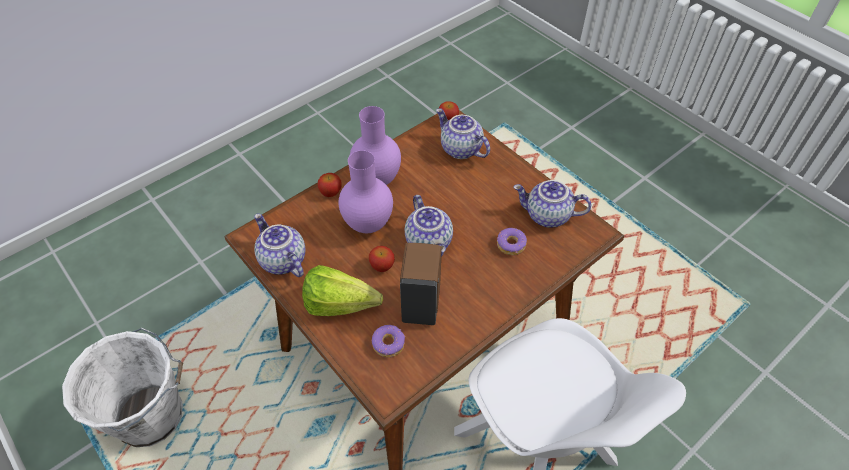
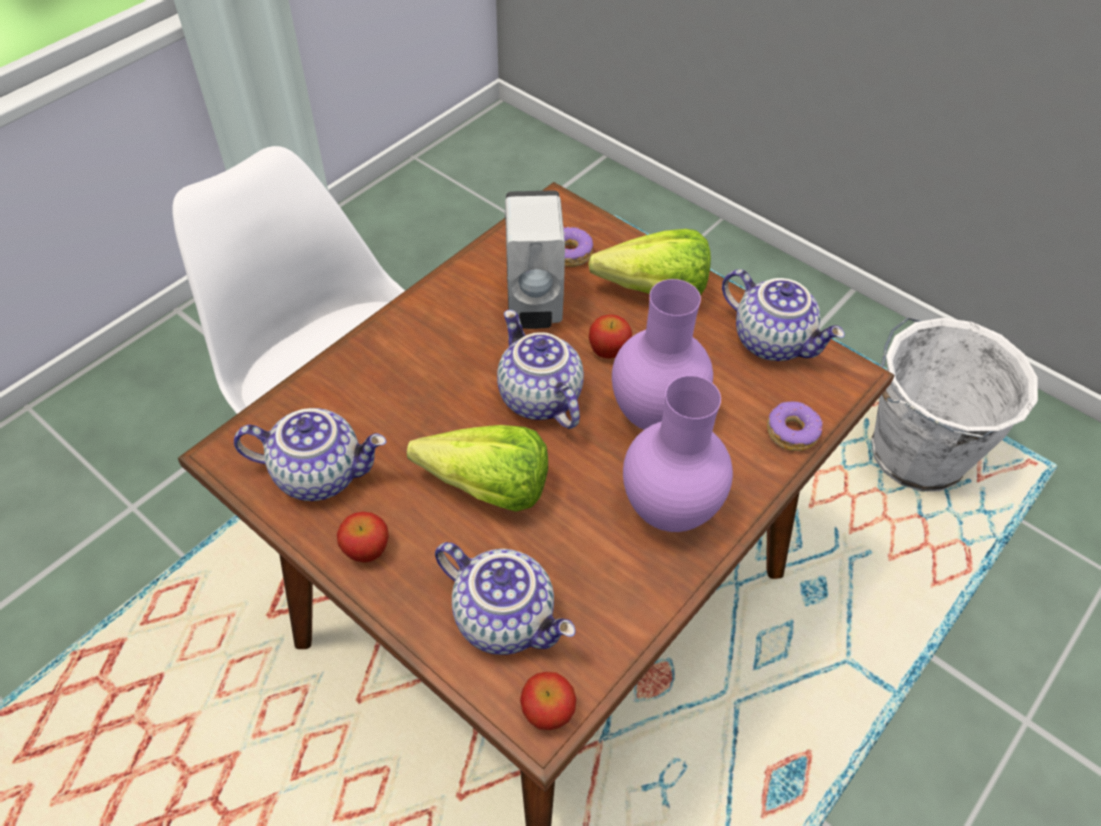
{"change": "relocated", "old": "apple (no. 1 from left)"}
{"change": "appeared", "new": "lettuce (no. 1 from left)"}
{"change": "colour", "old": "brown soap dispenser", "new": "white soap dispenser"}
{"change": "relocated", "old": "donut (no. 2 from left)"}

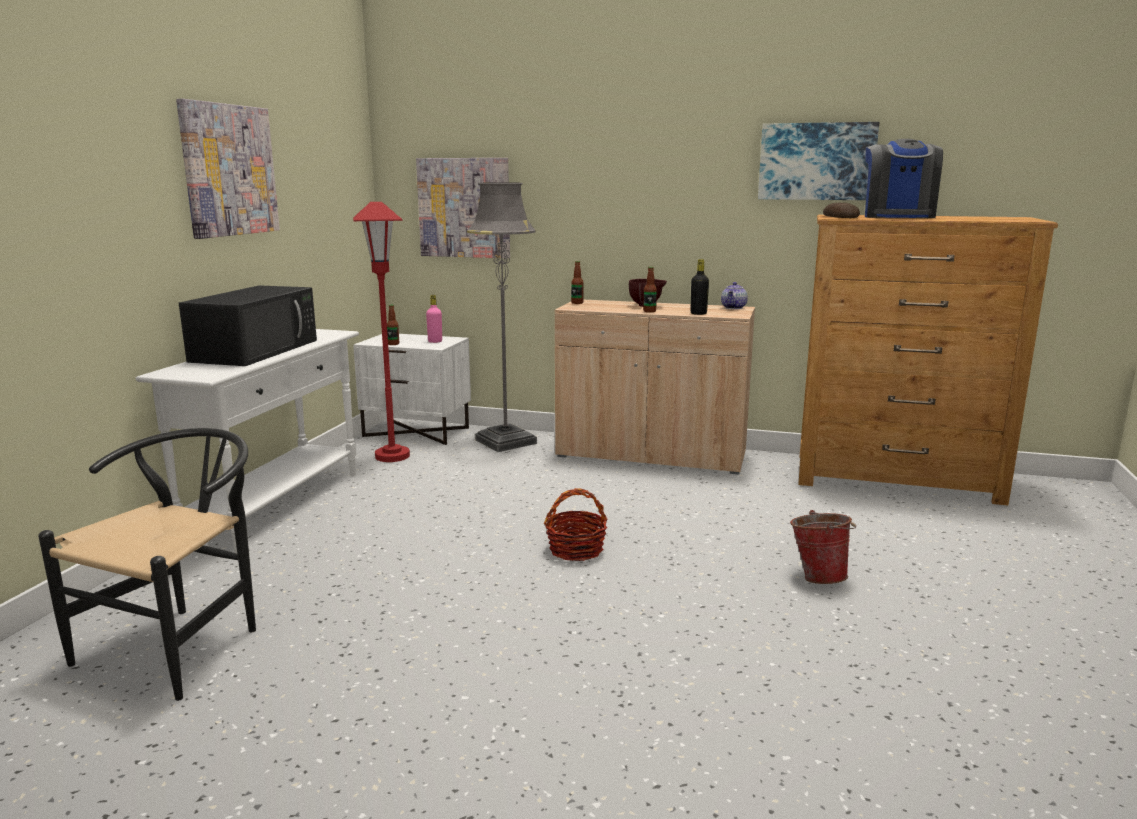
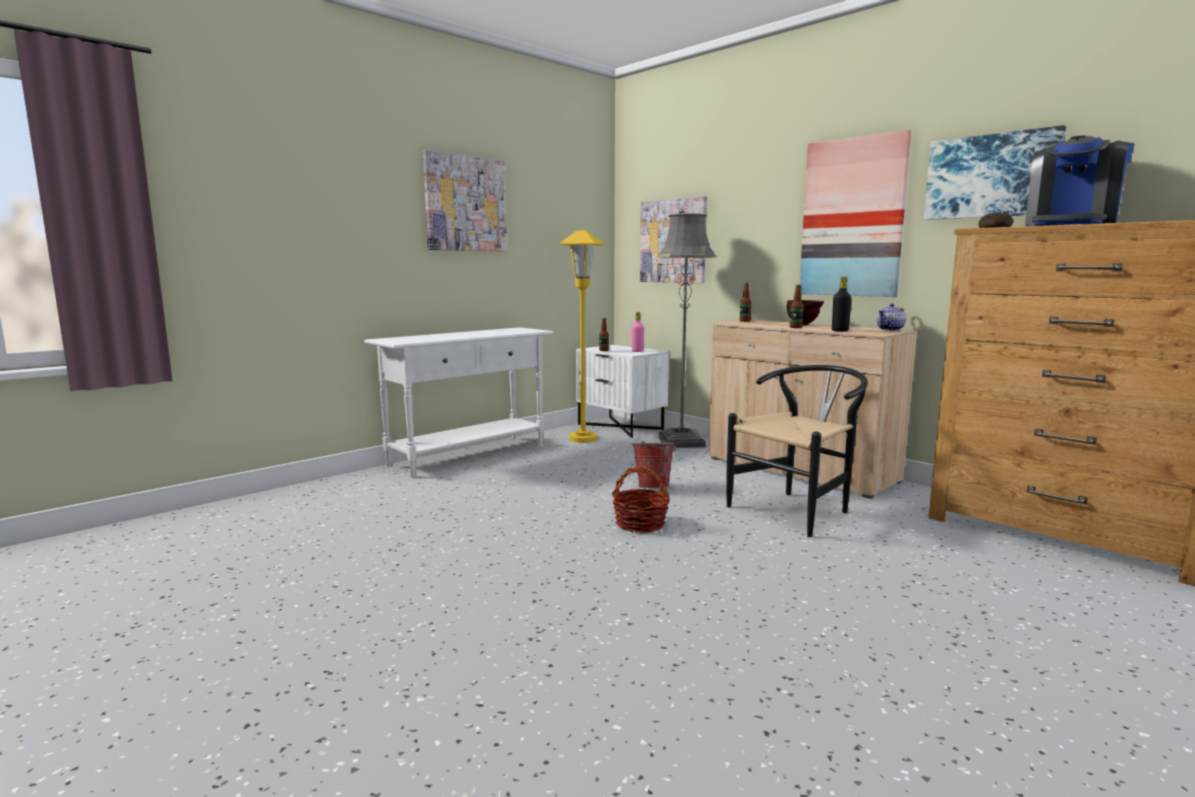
{"change": "colour", "old": "red floor lamp", "new": "yellow floor lamp"}
{"change": "relocated", "old": "bucket"}
{"change": "relocated", "old": "black chair"}
{"change": "appeared", "new": "picture (no. 3 from left)"}
{"change": "missing", "old": "black microwave"}

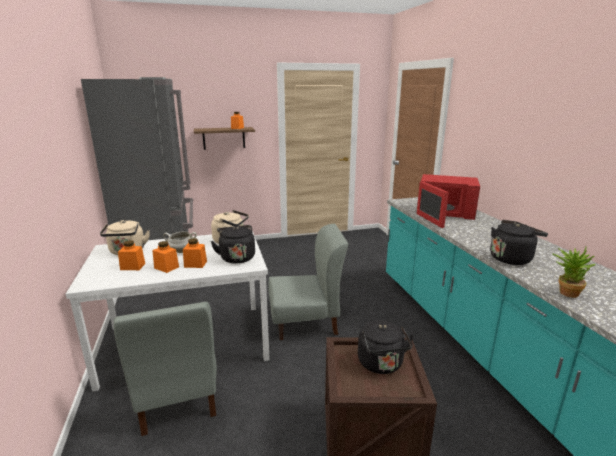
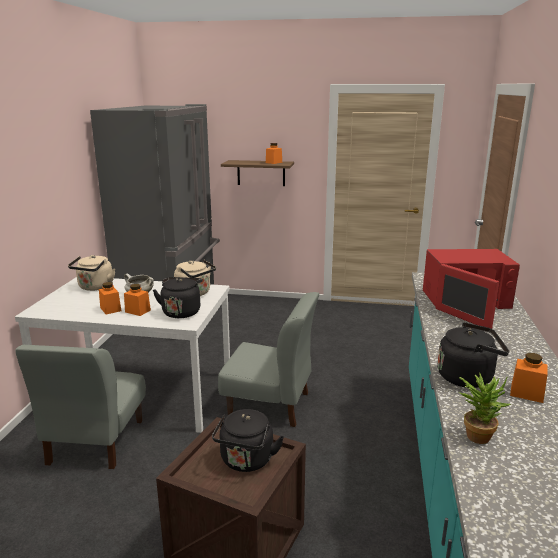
{"change": "spun", "old": "red microwave", "degrees": -45}
{"change": "relocated", "old": "orange jar (no. 1 from left in the first image)", "new": "orange jar (no. 4 from left)"}

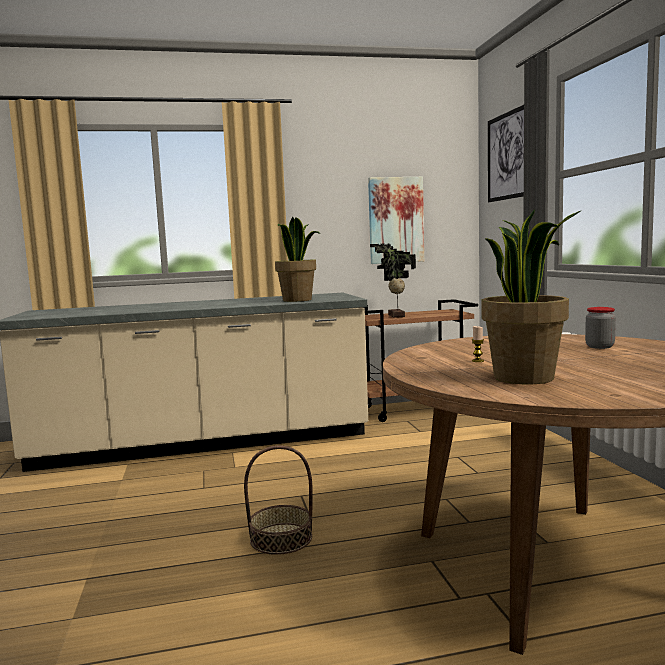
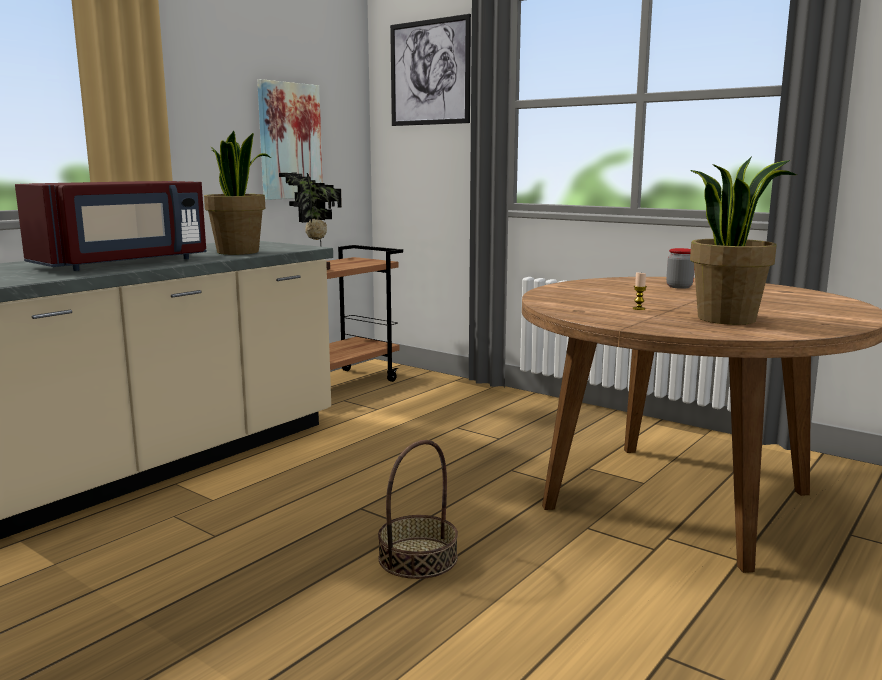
{"change": "appeared", "new": "red microwave"}

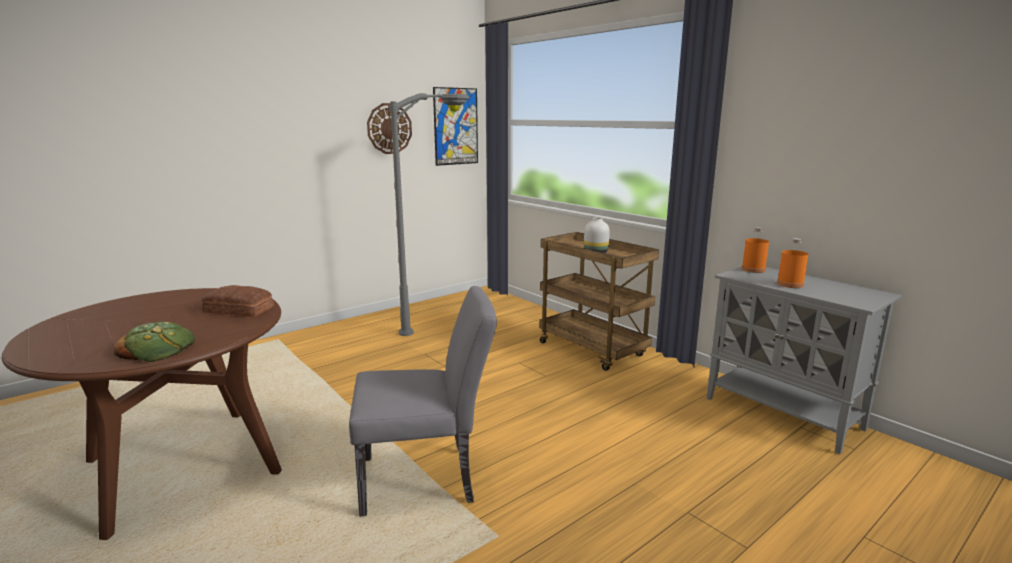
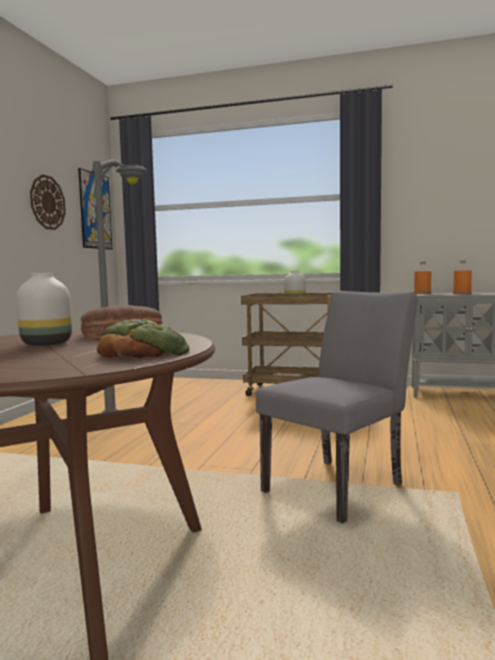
{"change": "appeared", "new": "white vase (no. 1 from left)"}

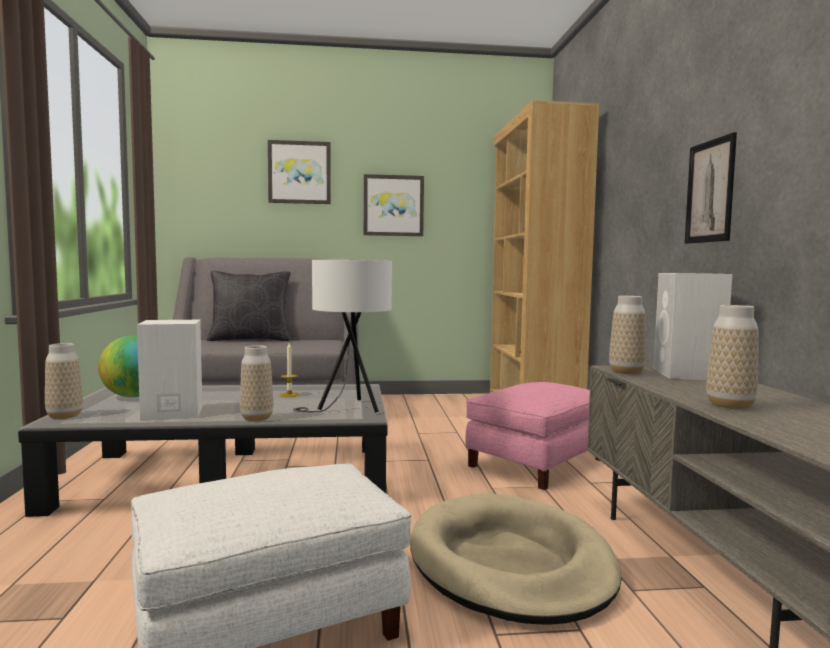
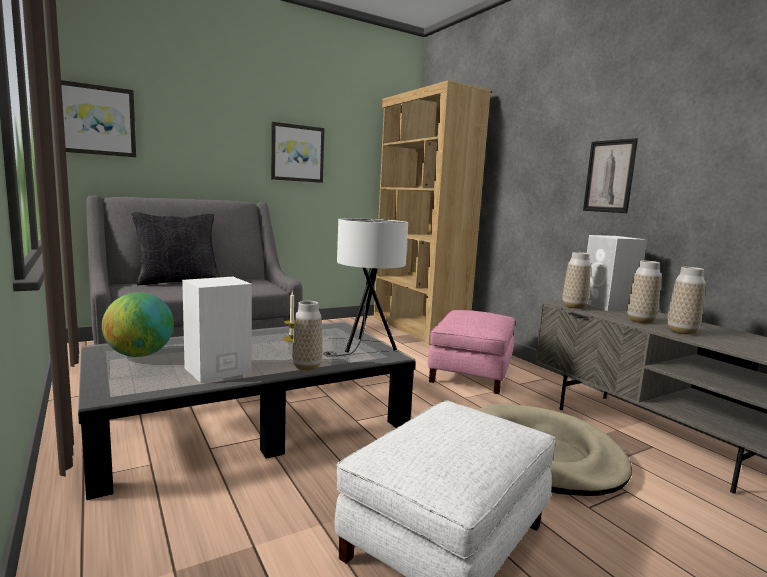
{"change": "relocated", "old": "picture (no. 1 from left)"}
{"change": "relocated", "old": "vase (no. 1 from left in the first image)", "new": "vase (no. 3 from left)"}

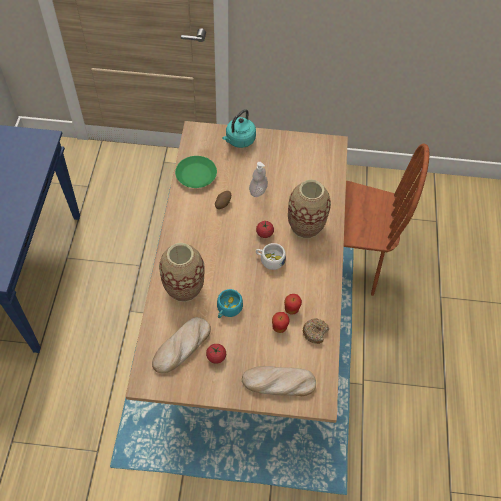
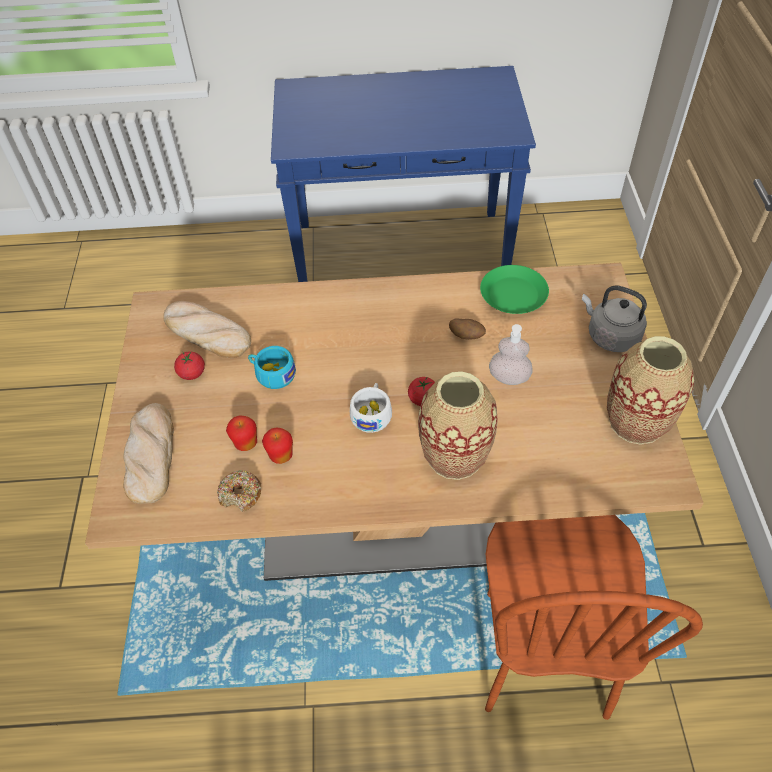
{"change": "colour", "old": "turquoise kettle", "new": "grey kettle"}
{"change": "relocated", "old": "vase (no. 1 from left in the first image)", "new": "vase (no. 2 from left)"}

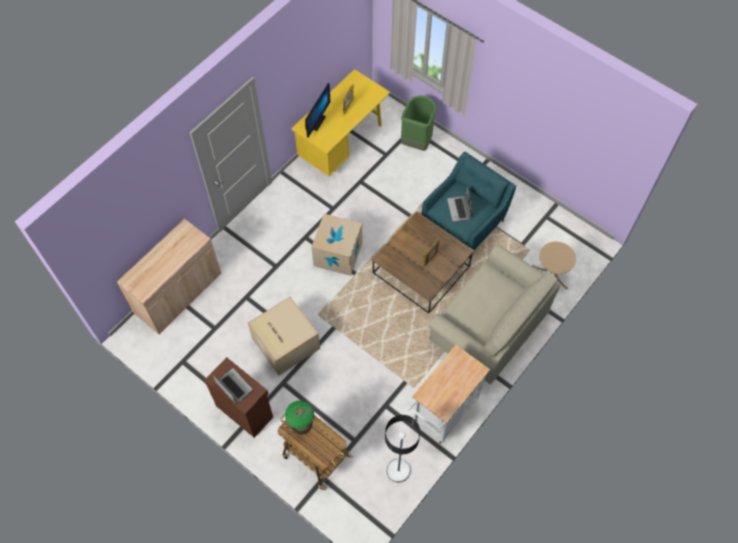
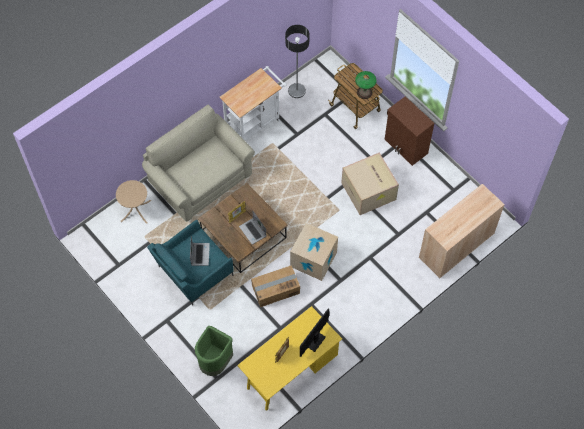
{"change": "relocated", "old": "laptop (no. 1 from left in the first image)", "new": "laptop (no. 2 from left)"}
{"change": "appeared", "new": "cardboard box (no. 1 from left)"}

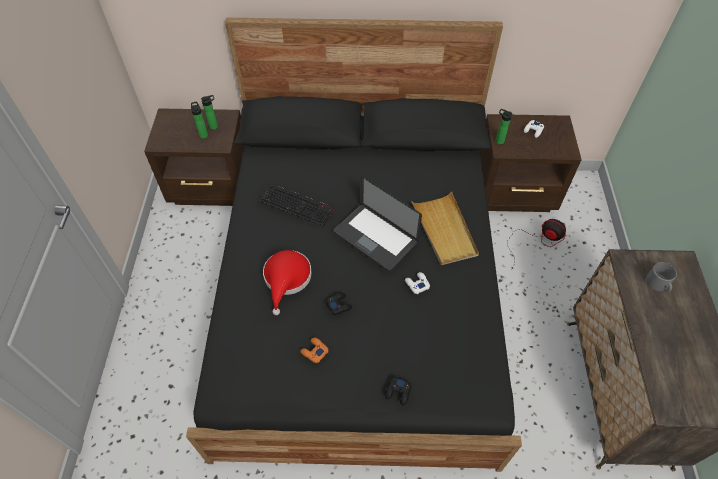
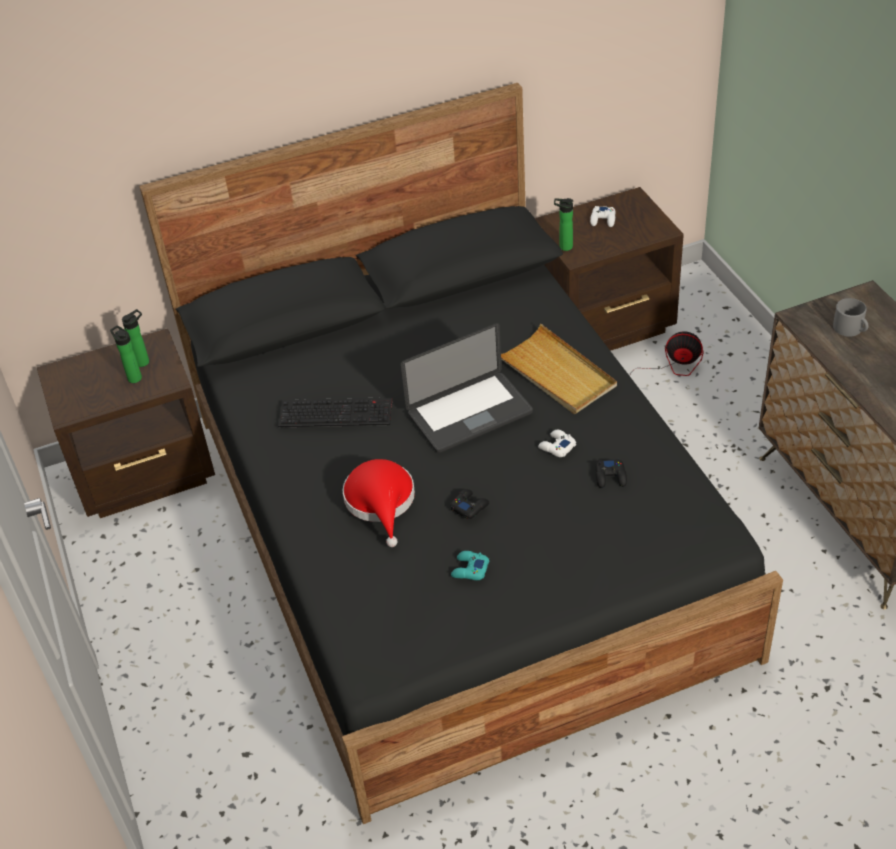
{"change": "spun", "old": "laptop", "degrees": -45}
{"change": "colour", "old": "orange game controller", "new": "turquoise game controller"}
{"change": "relocated", "old": "black game controller (no. 2 from left)"}

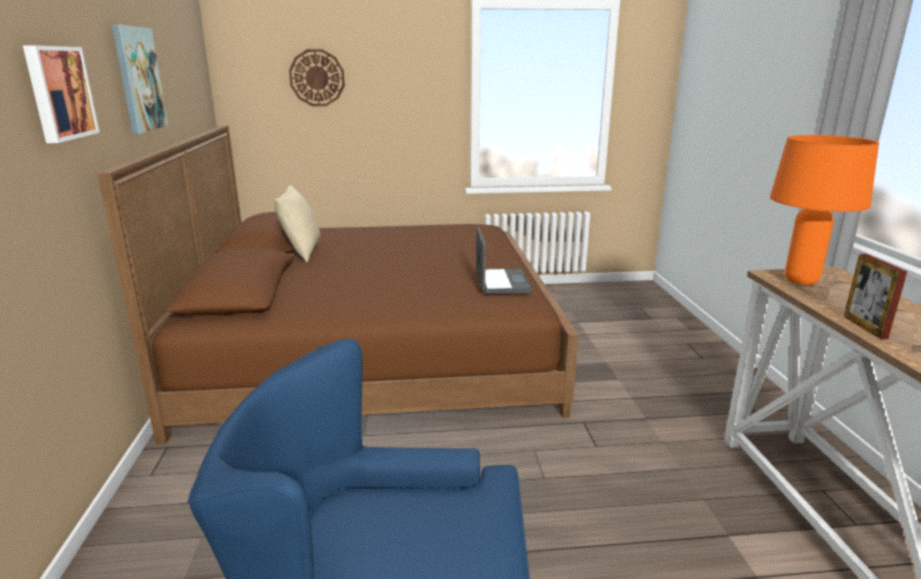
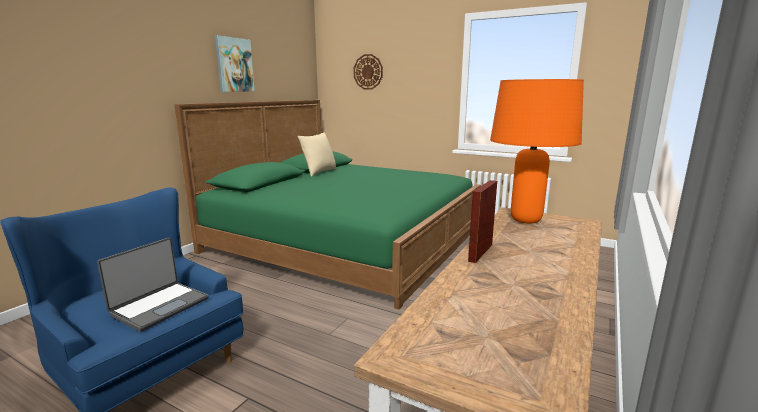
{"change": "relocated", "old": "laptop"}
{"change": "colour", "old": "brown bed", "new": "green bed"}
{"change": "missing", "old": "picture (no. 1 from left)"}

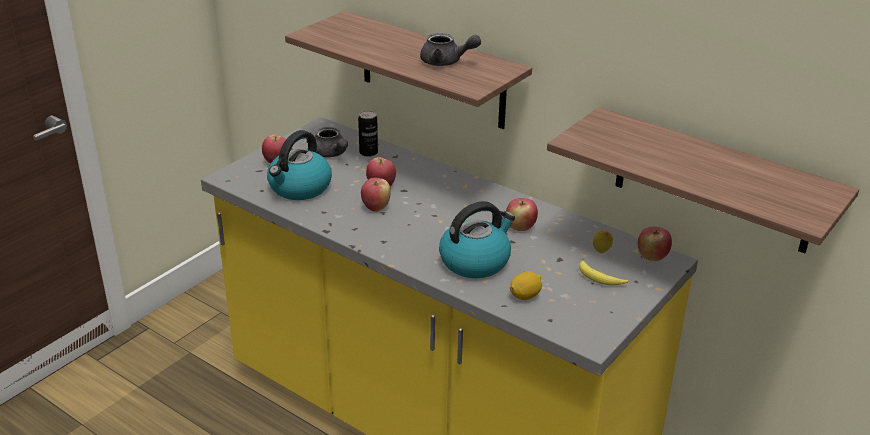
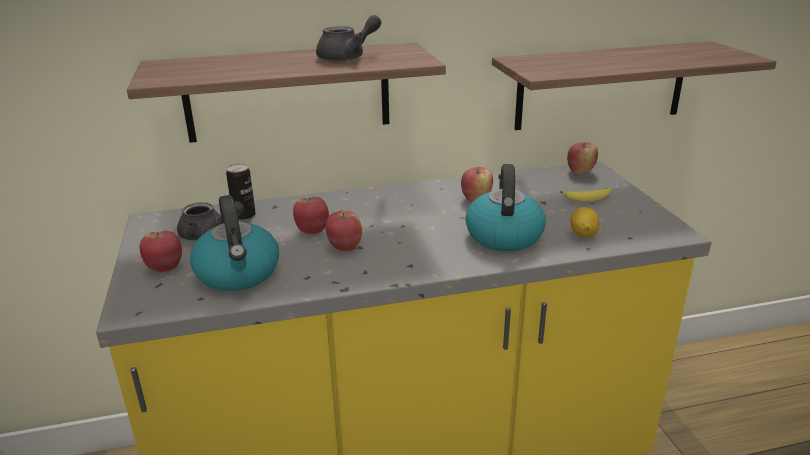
{"change": "missing", "old": "lemon (no. 2 from left)"}

